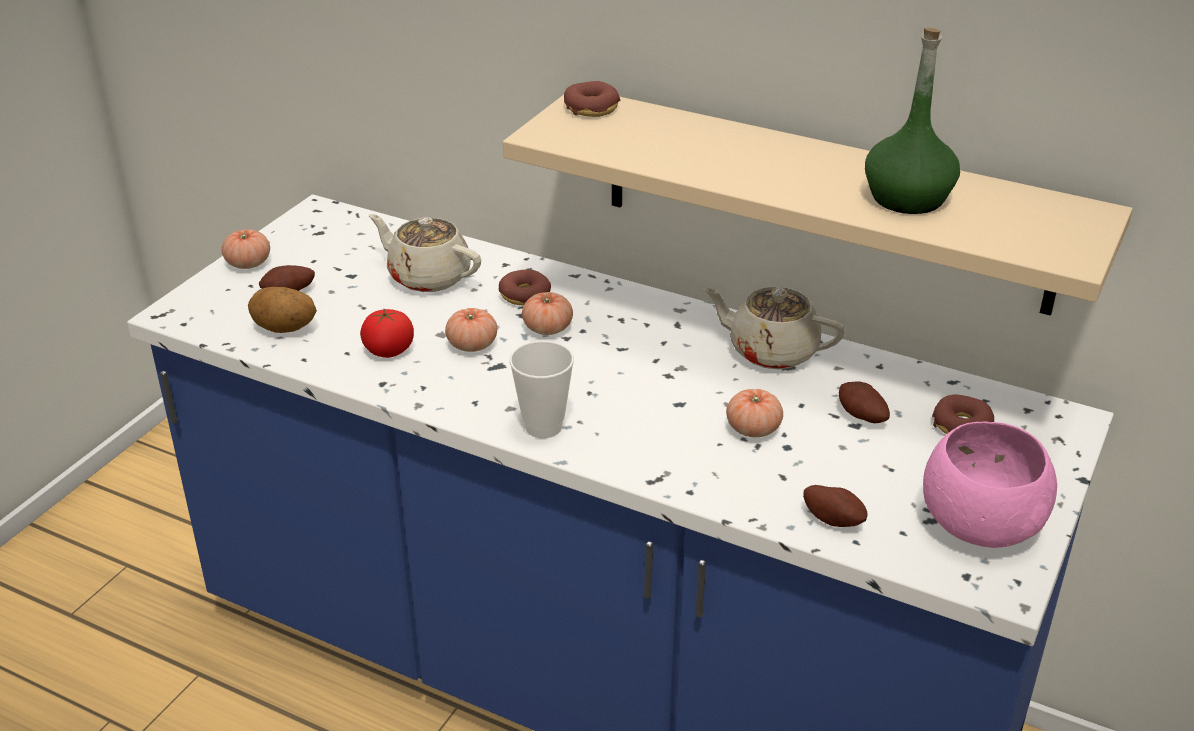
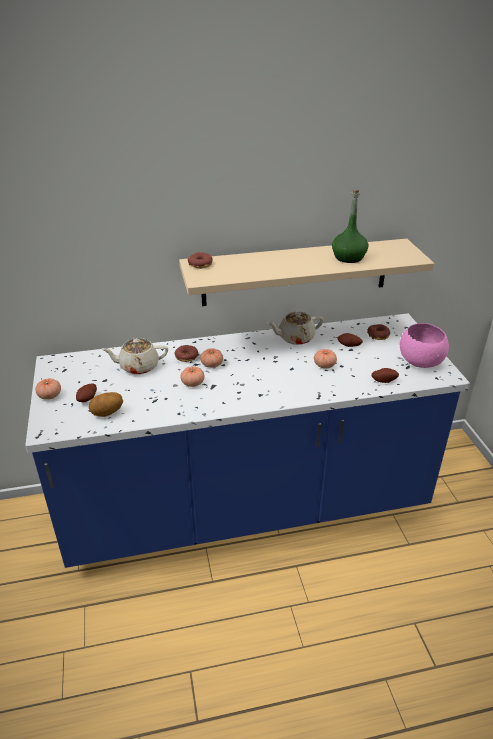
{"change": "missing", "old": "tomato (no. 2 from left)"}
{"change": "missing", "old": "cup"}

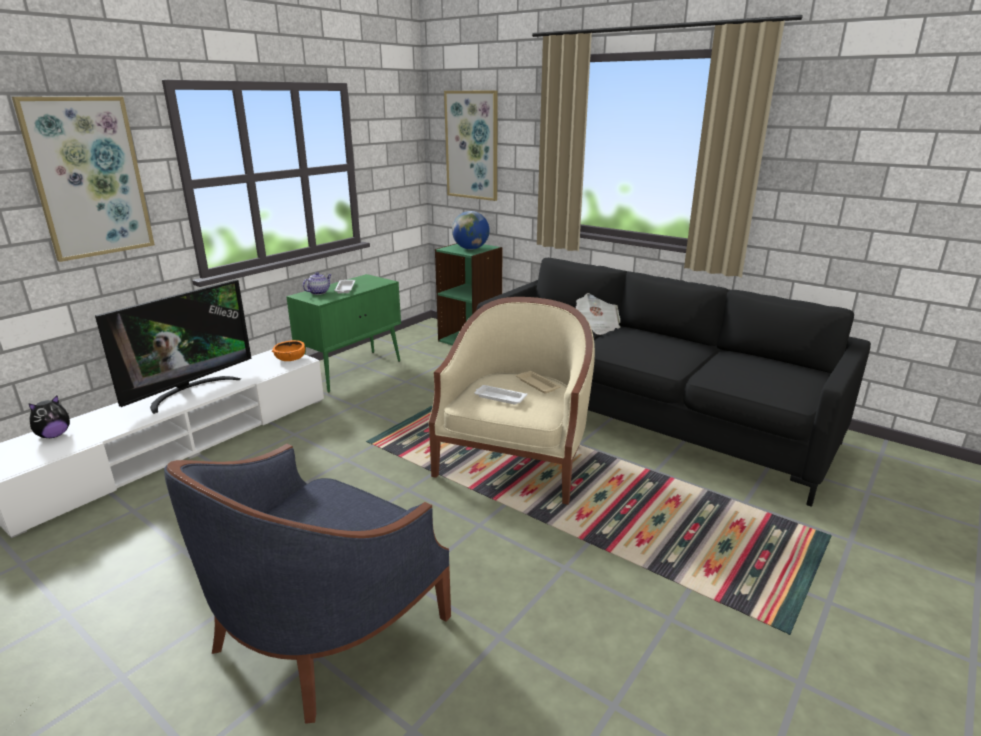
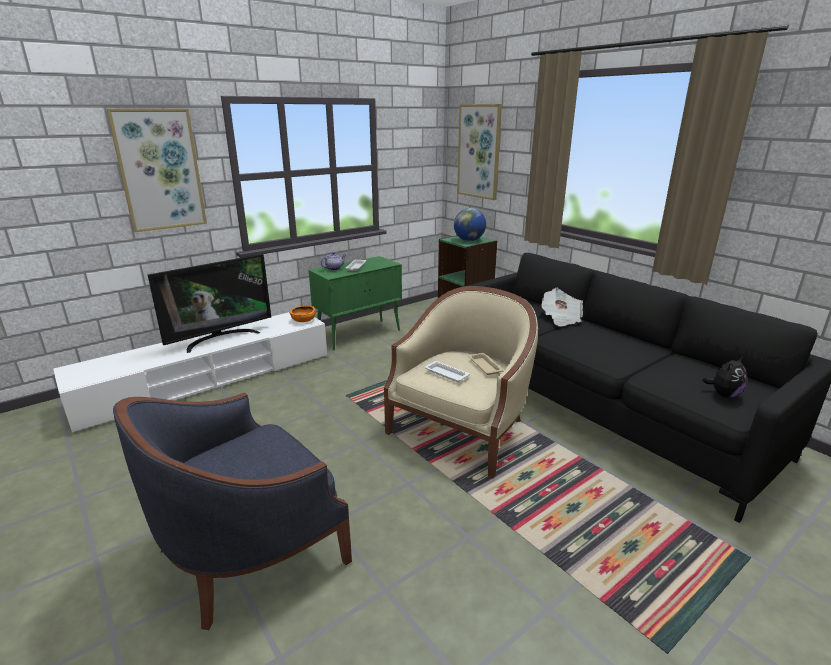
{"change": "relocated", "old": "plush toy"}

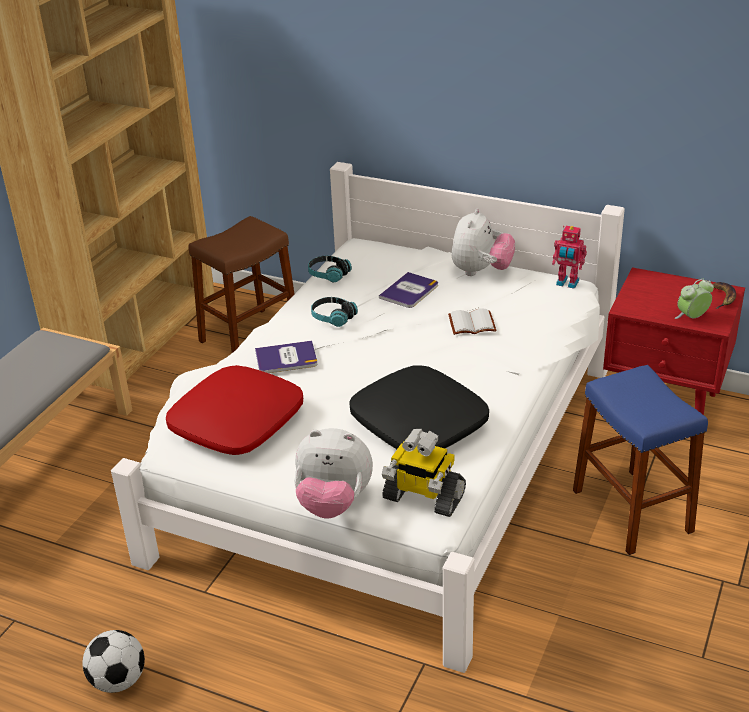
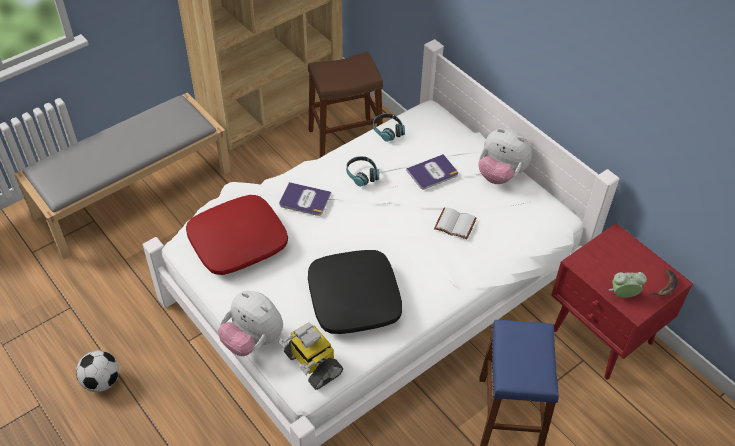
{"change": "spun", "old": "plush toy (no. 2 from left)", "degrees": 75}
{"change": "missing", "old": "toy robot (no. 2 from left)"}

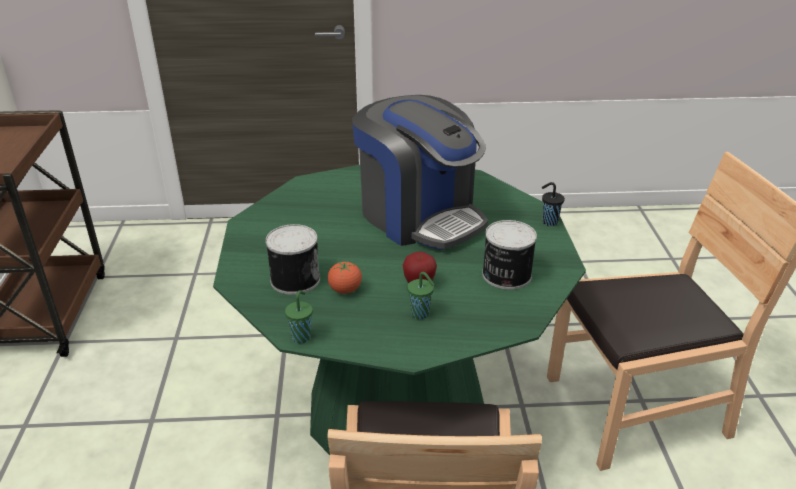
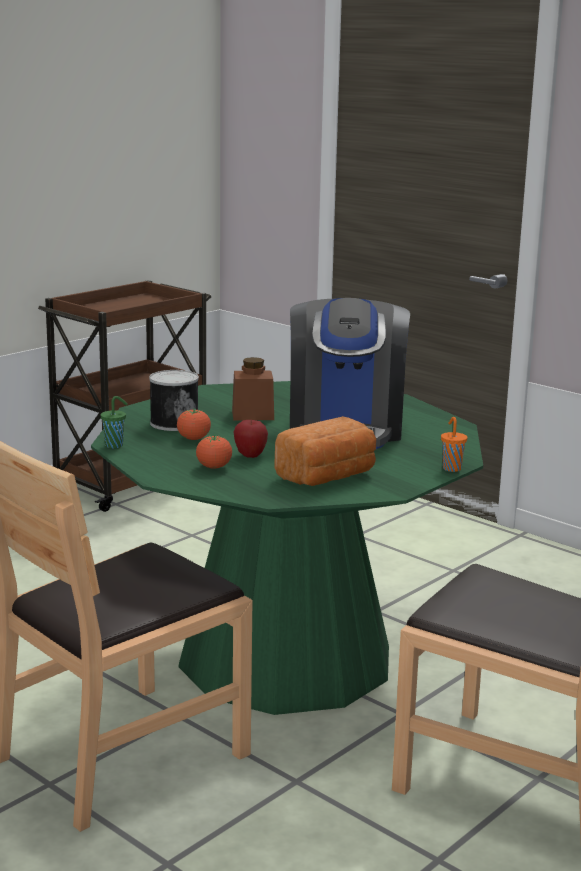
{"change": "exchanged", "old": "green cup (no. 2 from left)", "new": "tomato (no. 2 from left)"}
{"change": "appeared", "new": "brown jar"}
{"change": "exchanged", "old": "can (no. 2 from left)", "new": "bread"}
{"change": "colour", "old": "black cup", "new": "orange cup"}

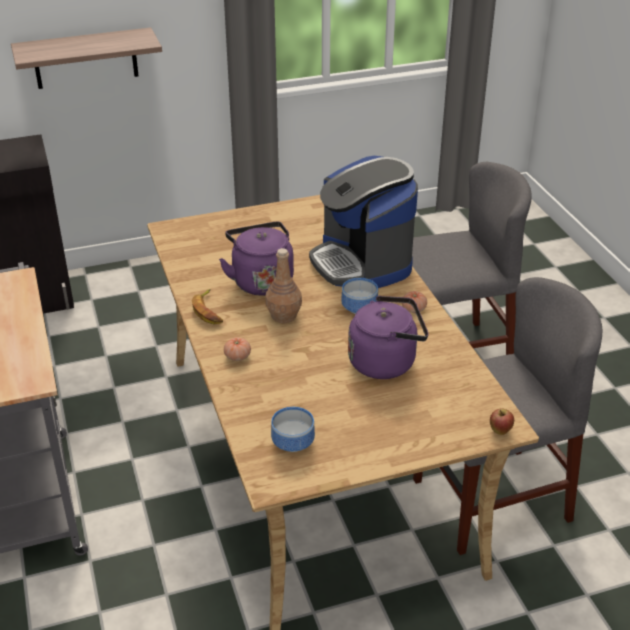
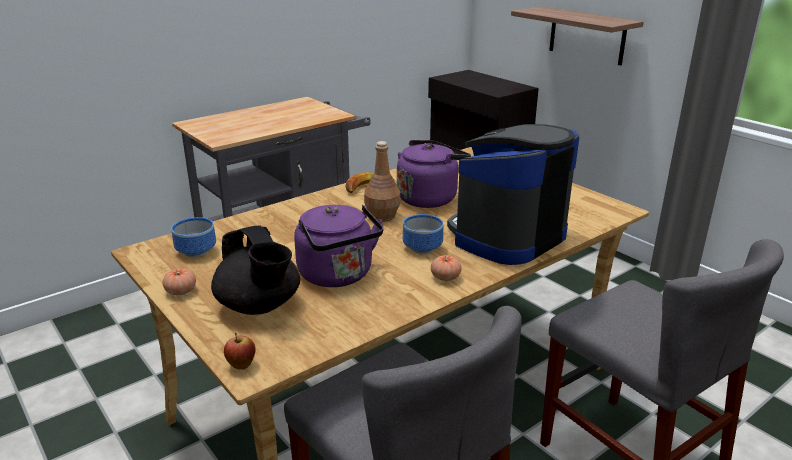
{"change": "relocated", "old": "tomato (no. 1 from left)"}
{"change": "appeared", "new": "black teapot"}

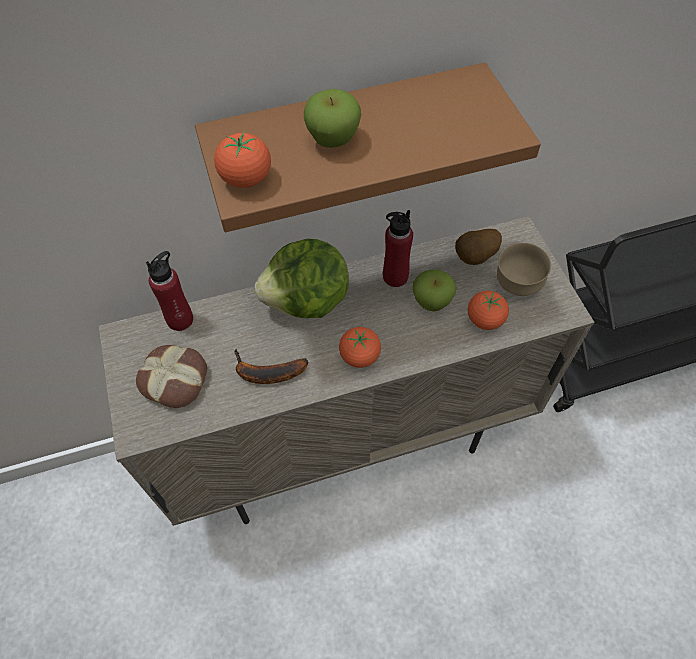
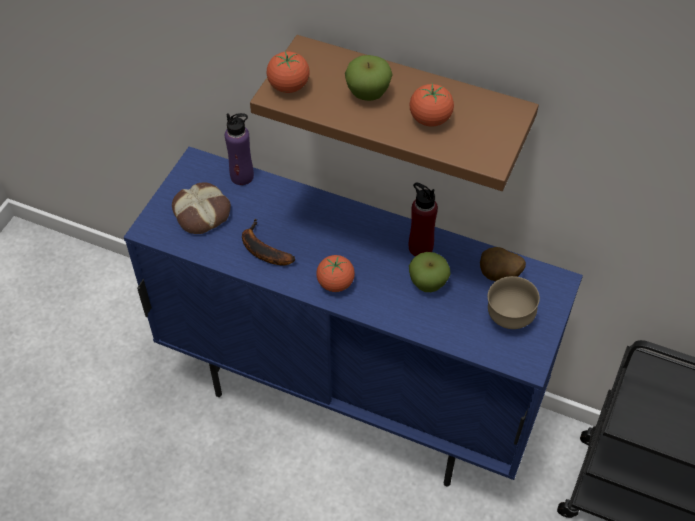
{"change": "colour", "old": "beige cabinet", "new": "blue cabinet"}
{"change": "colour", "old": "red bottle (no. 1 from left)", "new": "purple bottle"}
{"change": "relocated", "old": "tomato (no. 3 from left)"}
{"change": "missing", "old": "lettuce"}

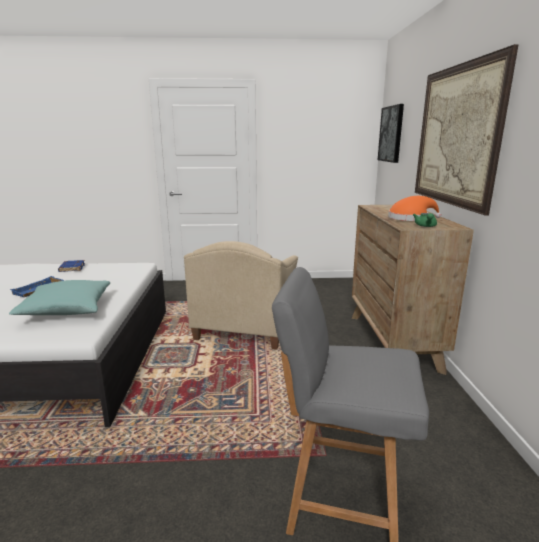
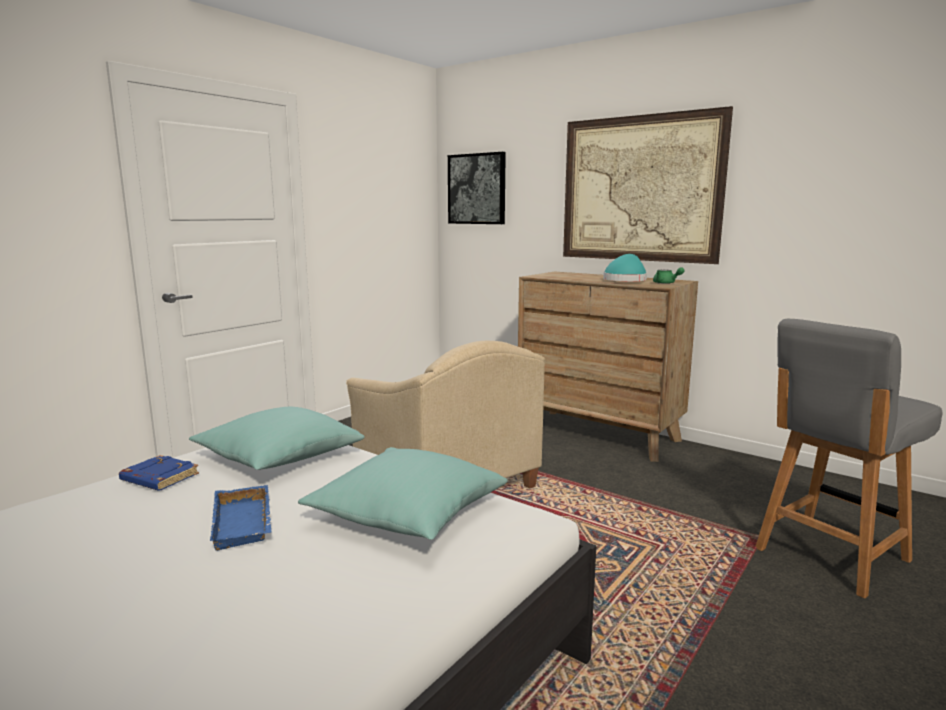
{"change": "appeared", "new": "turquoise pillow (no. 1 from left)"}
{"change": "colour", "old": "orange hat", "new": "turquoise hat"}

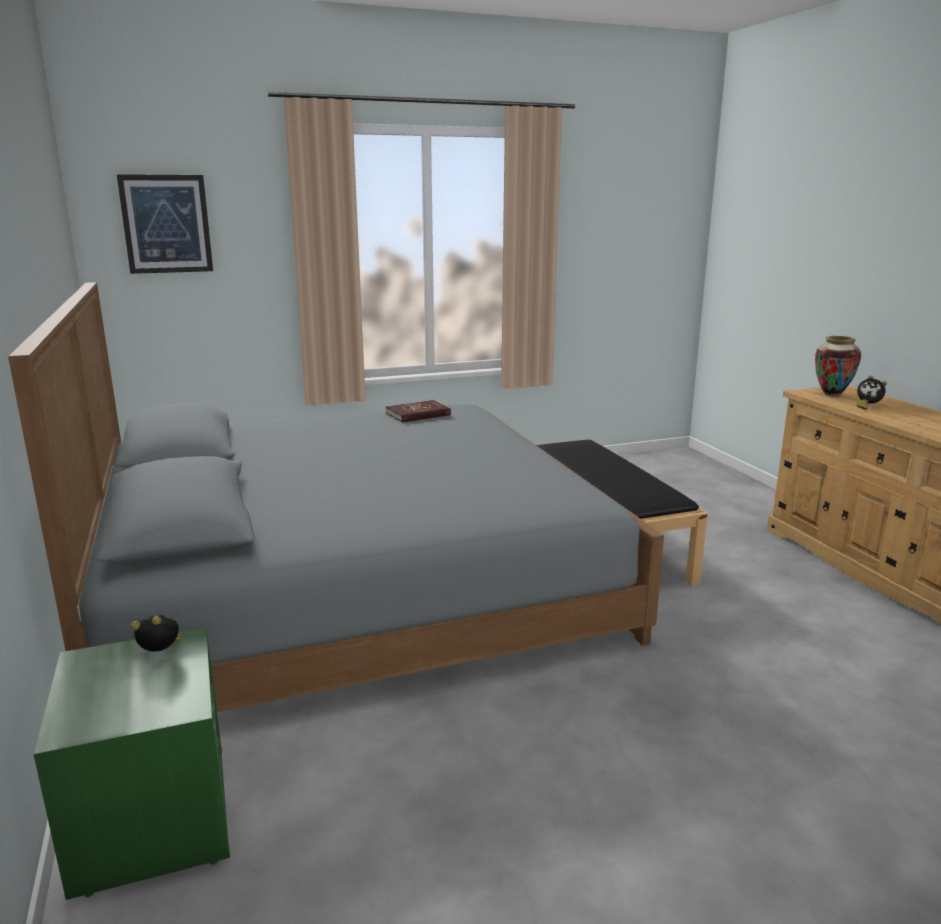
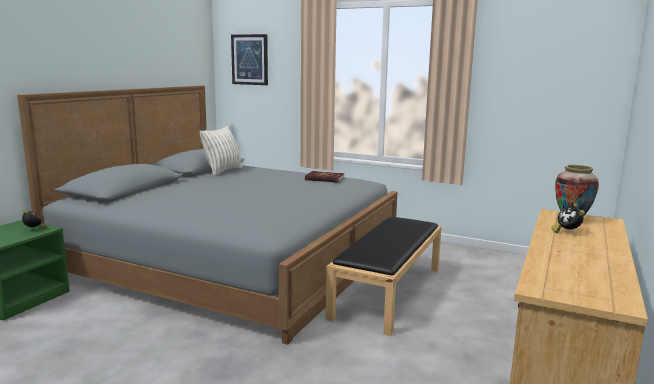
{"change": "appeared", "new": "pillow"}

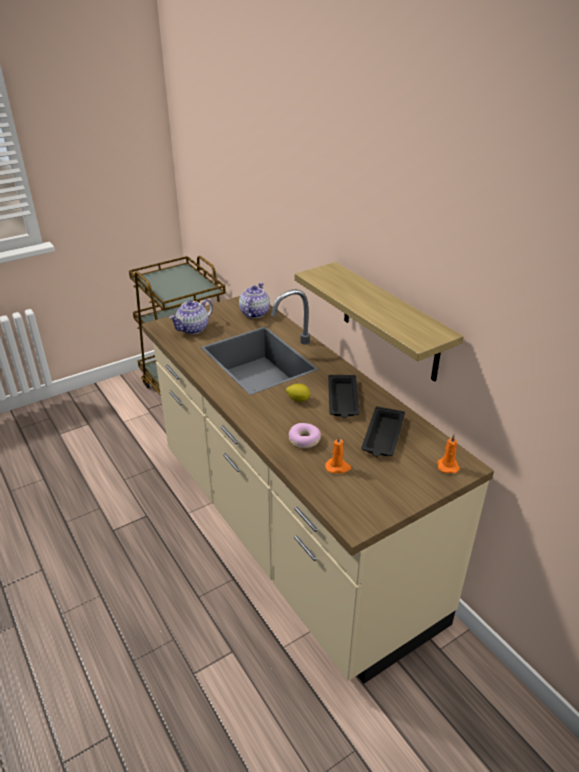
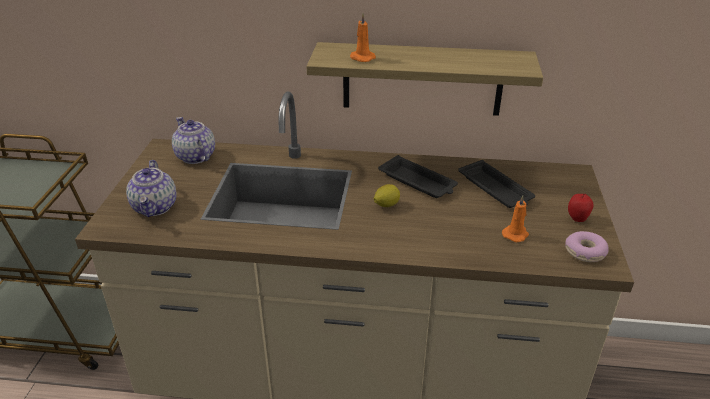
{"change": "relocated", "old": "orange candle (no. 2 from left in the first image)", "new": "orange candle (no. 1 from left)"}
{"change": "relocated", "old": "donut"}
{"change": "appeared", "new": "apple"}

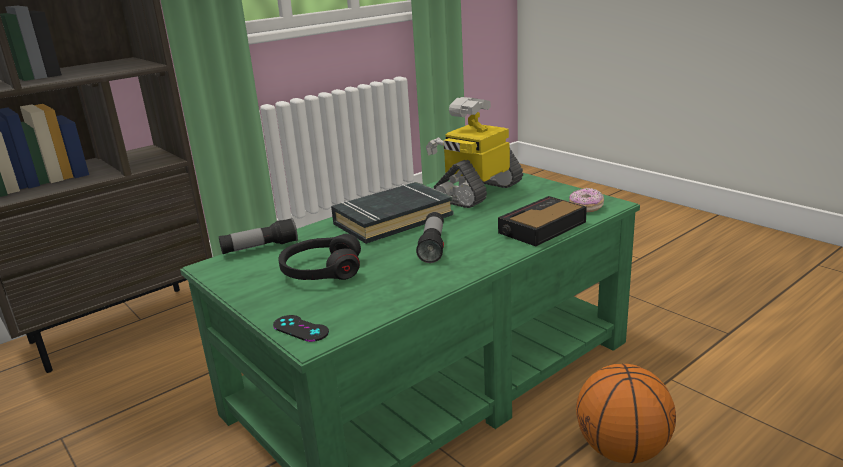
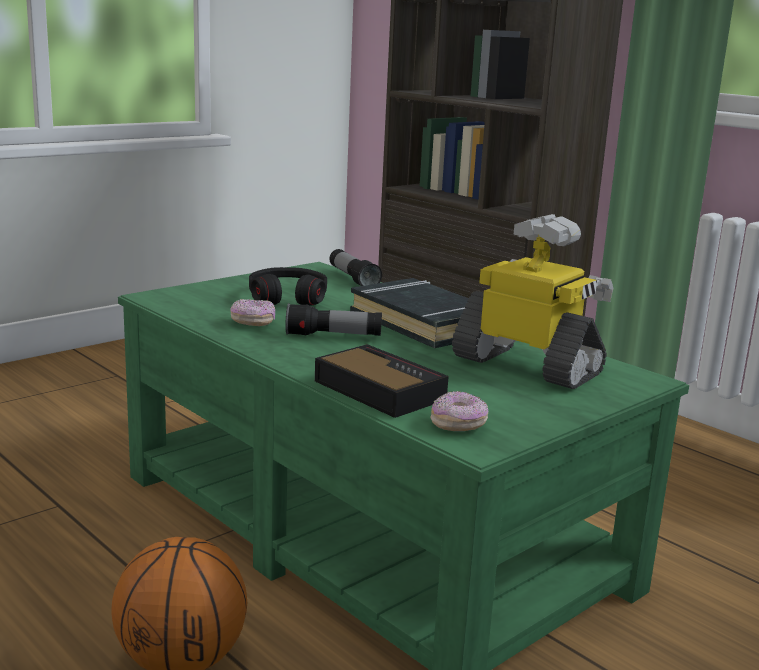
{"change": "appeared", "new": "donut (no. 1 from left)"}
{"change": "missing", "old": "black game controller"}

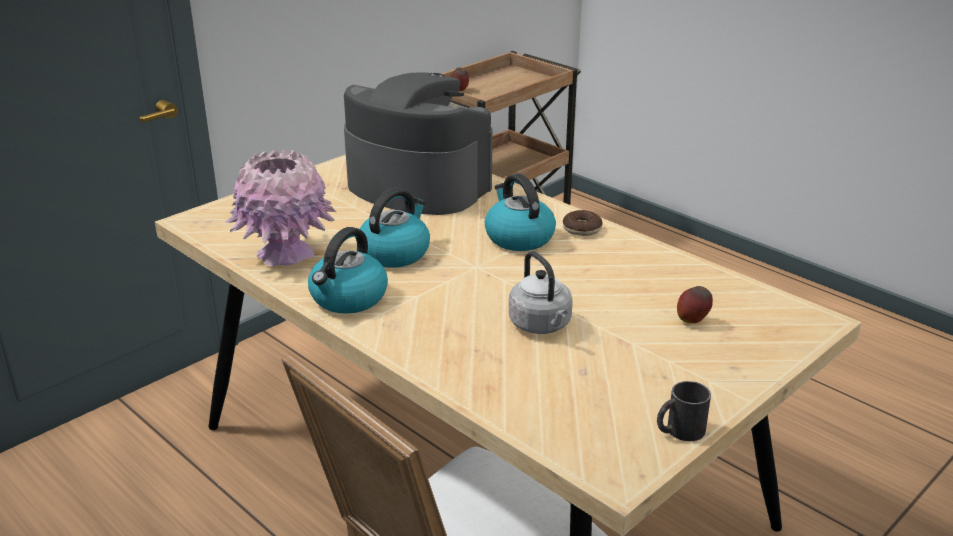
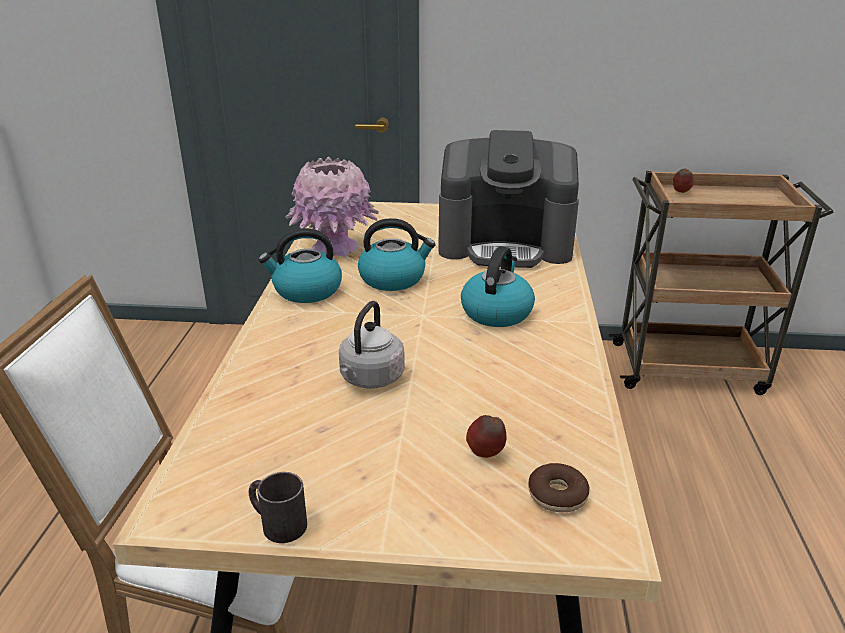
{"change": "spun", "old": "coffee machine", "degrees": 105}
{"change": "relocated", "old": "donut"}

